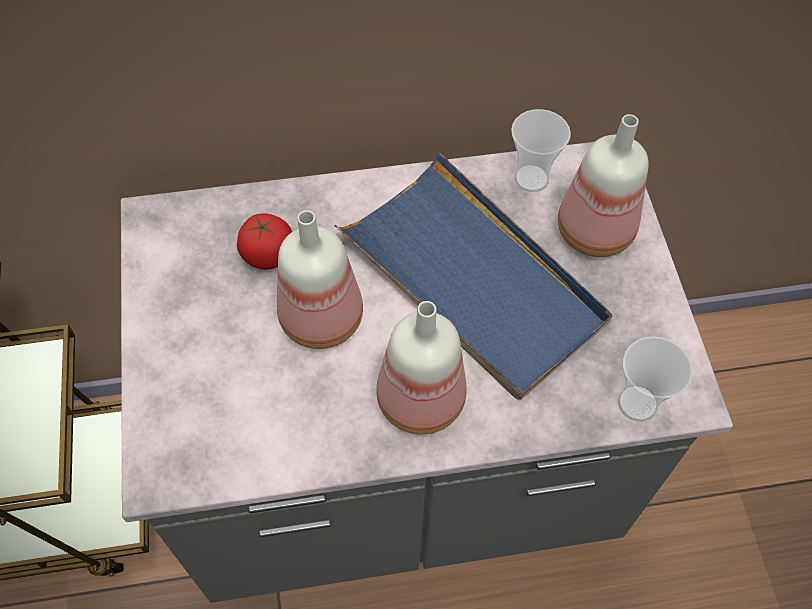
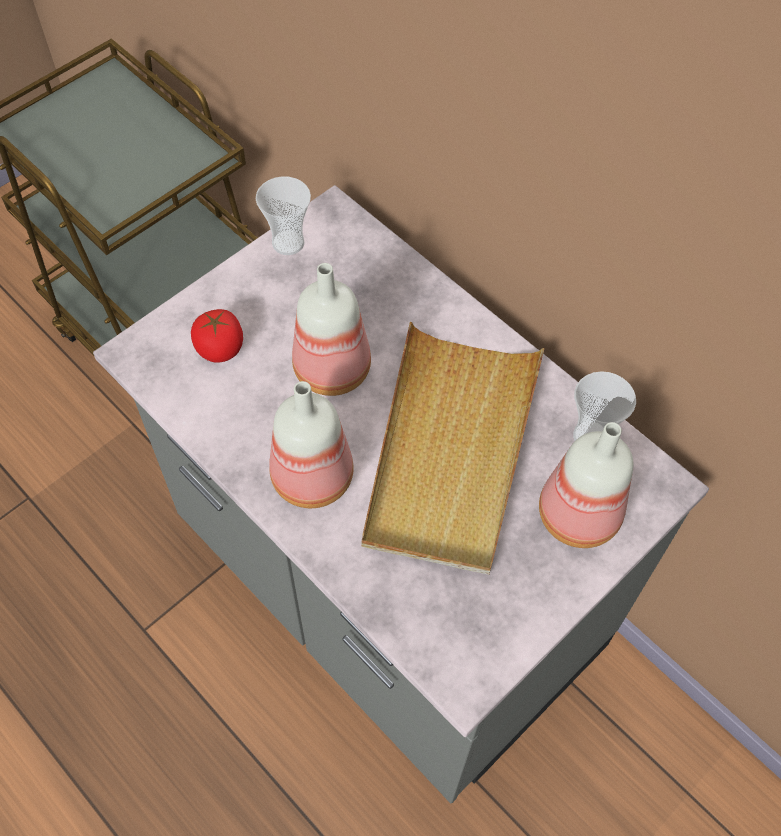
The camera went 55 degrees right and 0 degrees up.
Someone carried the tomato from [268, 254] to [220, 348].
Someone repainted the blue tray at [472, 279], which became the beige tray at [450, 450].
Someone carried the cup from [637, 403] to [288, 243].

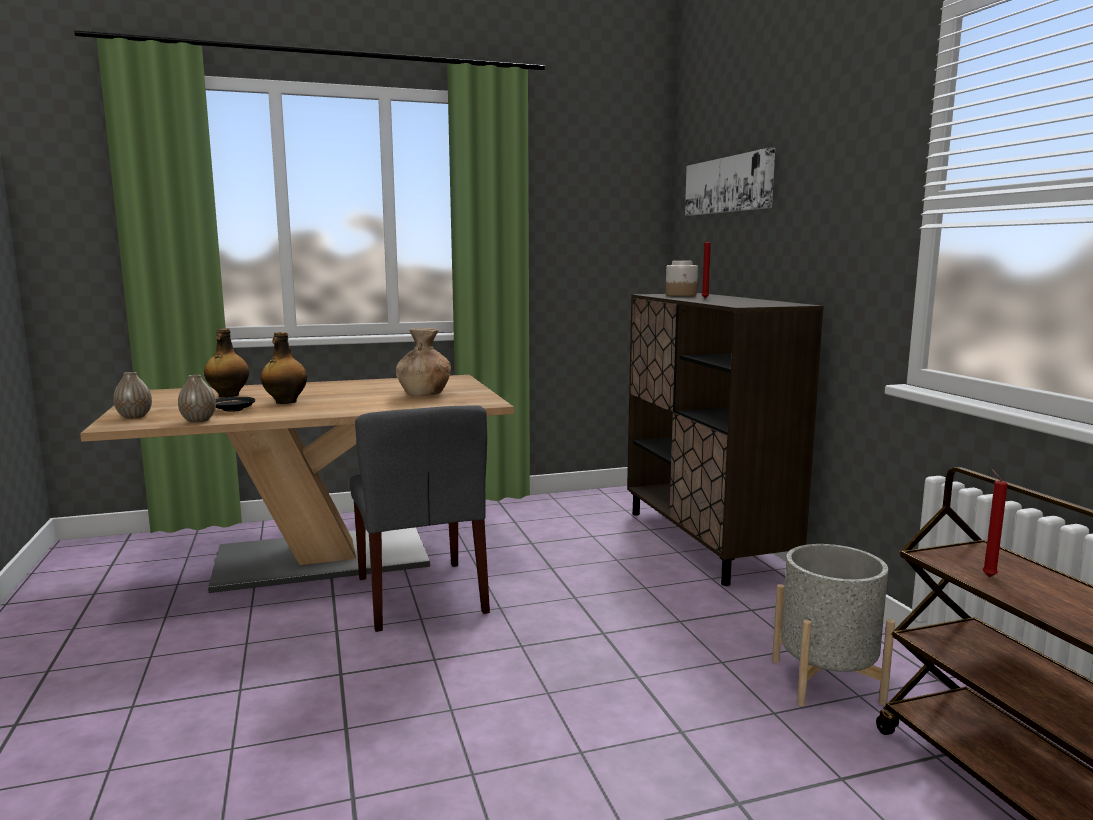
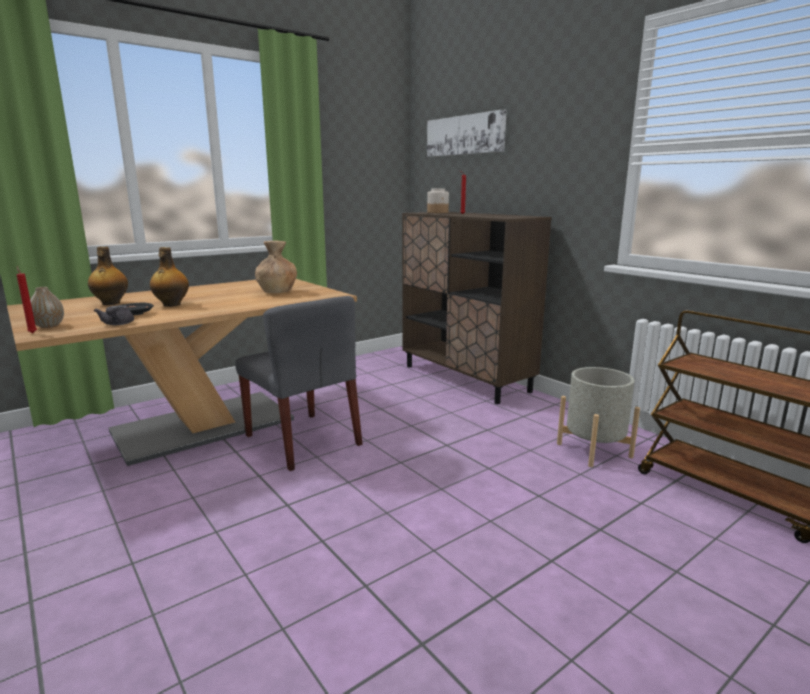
The camera went 20 degrees left and 5 degrees up.
Someone swapped the vase at [198, 420] for the grey teapot at [117, 324].
Someone carried the red candle from [987, 576] to [32, 333].

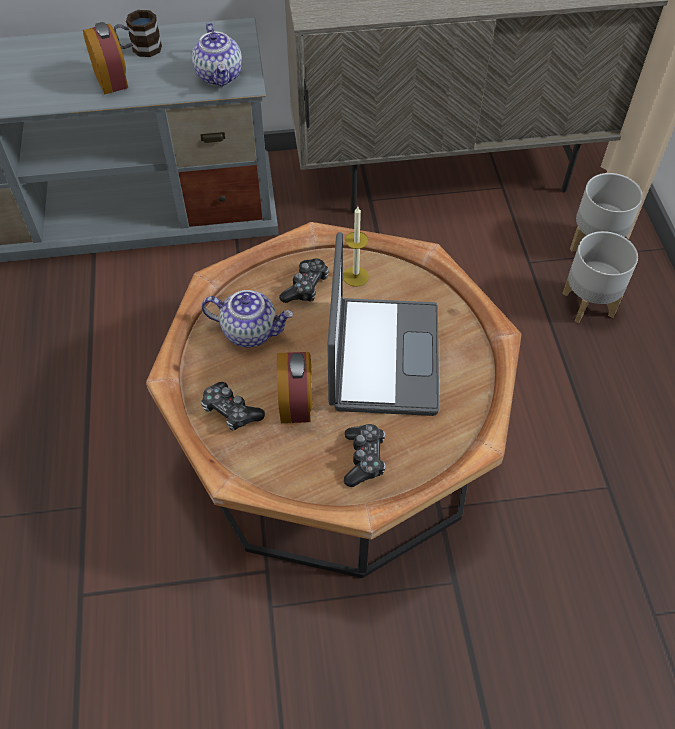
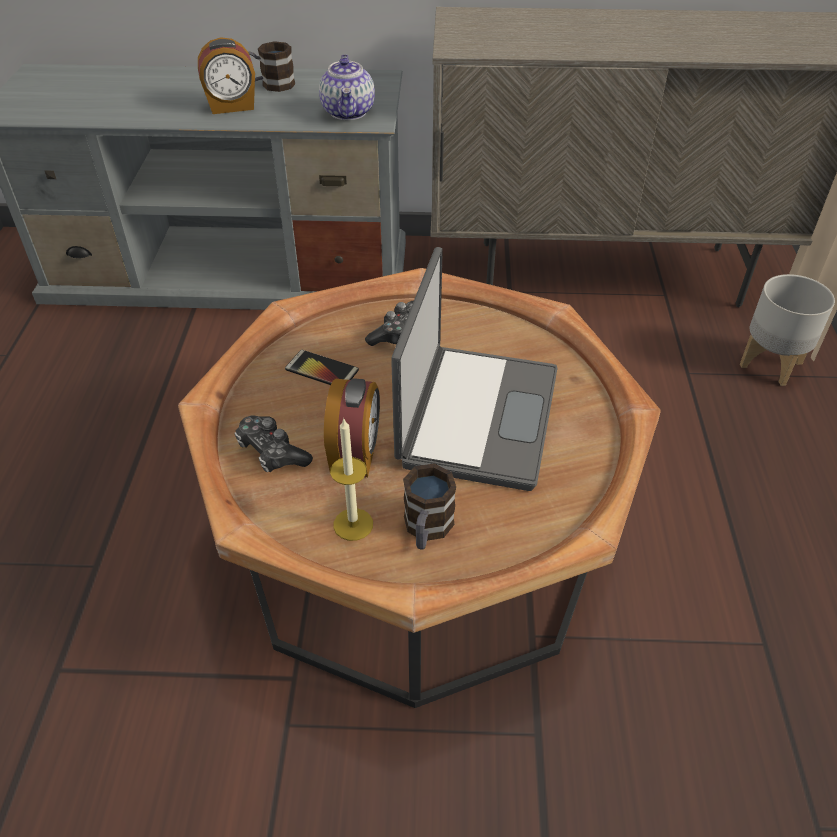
The camera went 10 degrees right and 10 degrees down.
Someone rotated the alarm clock at [112, 80] by 90 degrees clockwise.
Someone swapped the teapot at [250, 331] for the phone at [322, 370].
Someone carried the candle from [355, 276] to [353, 524].
Someone swapped the game controller at [364, 459] for the mug at [426, 529].
Someone took away the grey planter at [588, 305].

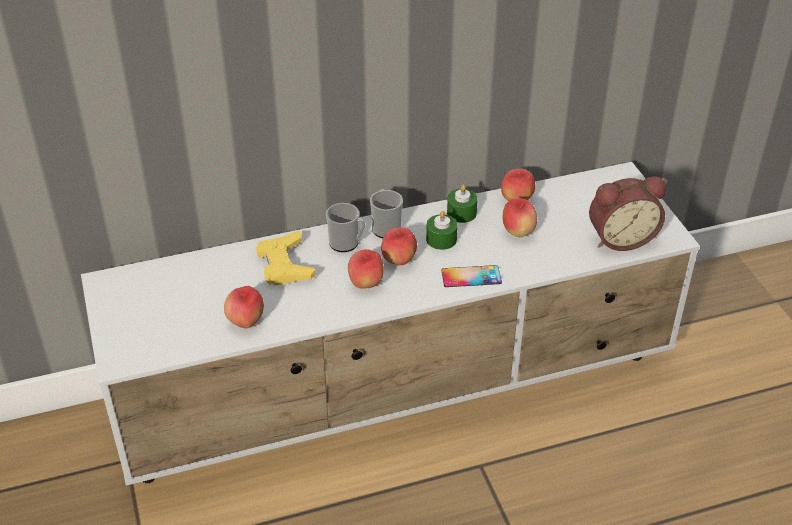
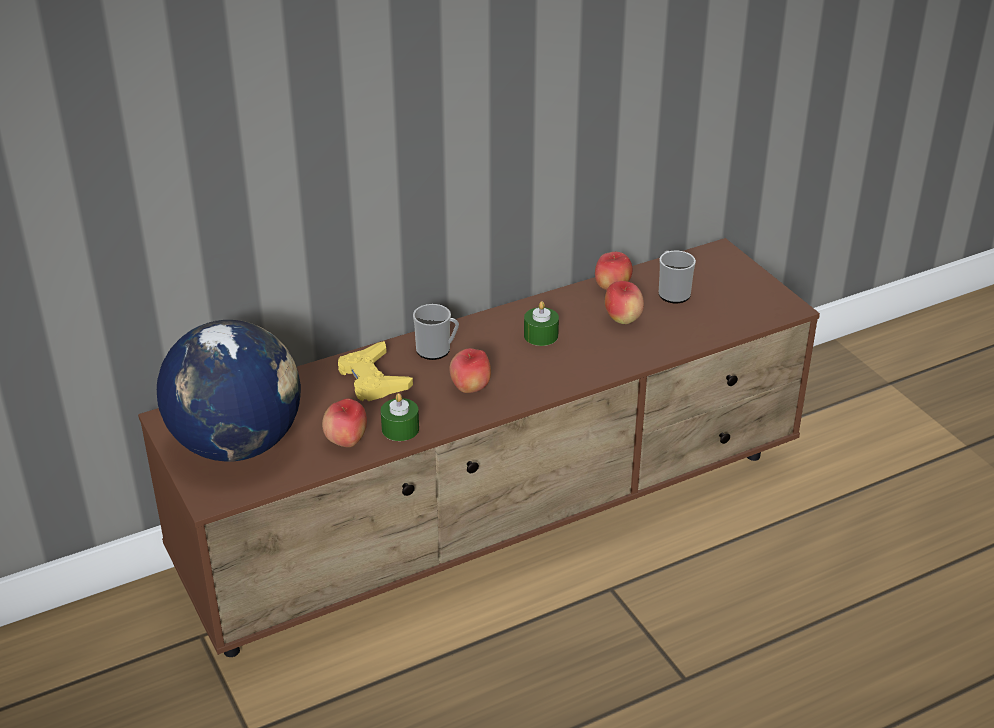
The camera went 10 degrees left and 5 degrees down.
Someone repainted the white tv stand at [398, 391], which became the brown tv stand at [500, 524].
Someone carried the mug from [385, 227] to [672, 292].
Someone took away the apple at [398, 261].
Someone took away the phone at [471, 276].
Someone carried the green candle from [461, 213] to [400, 429].
Someone took away the alarm clock at [620, 238].
Someone put down the globe at [237, 444].

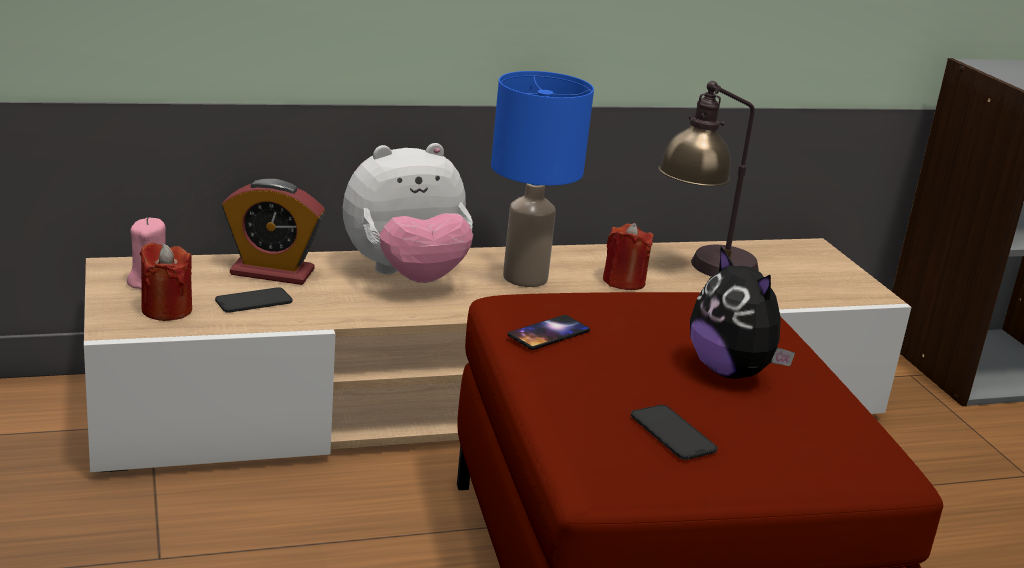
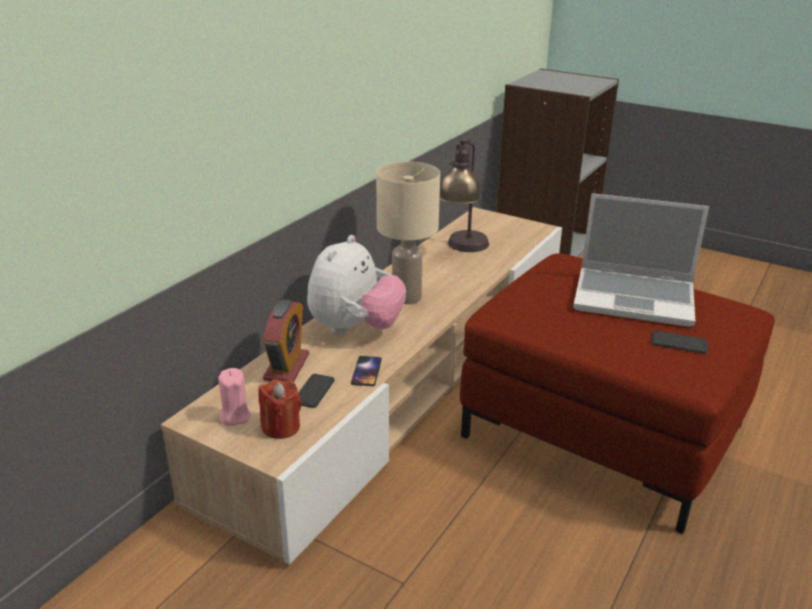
The camera went 40 degrees left and 5 degrees up.
Someone rotated the alarm clock at [272, 272] by 45 degrees counterclockwise.
Someone repainted the blue table lamp at [526, 278], which became the beige table lamp at [407, 297].
Someone carried the phone from [549, 333] to [366, 371].
Someone took away the red candle at [624, 281].
Someone swapped the plush toy at [731, 372] for the laptop at [635, 298].

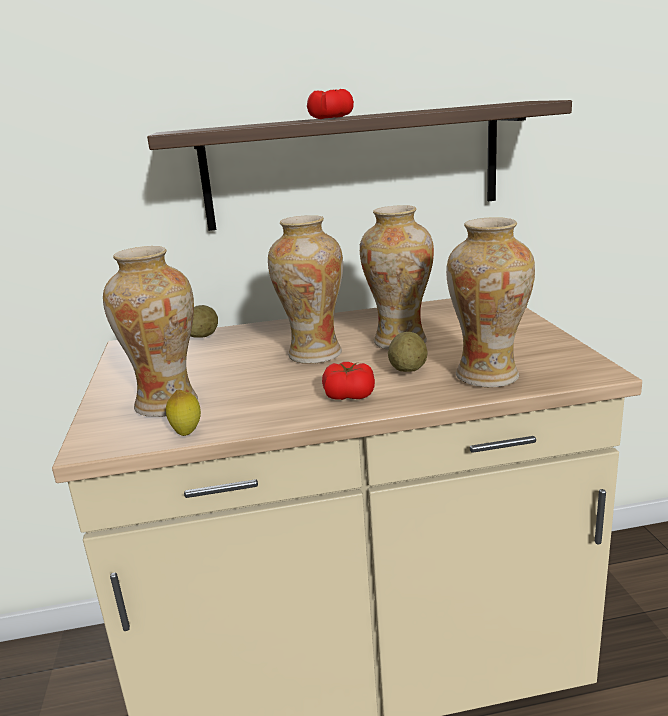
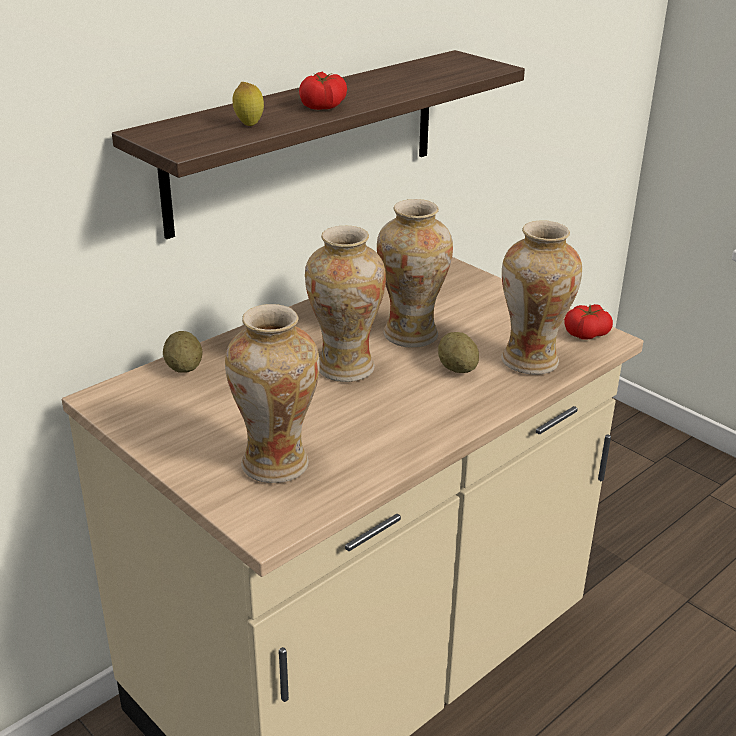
The camera went 35 degrees left and 10 degrees up.
Someone carried the lemon from [187, 433] to [249, 124].
Someone carried the tomato from [349, 395] to [586, 333].

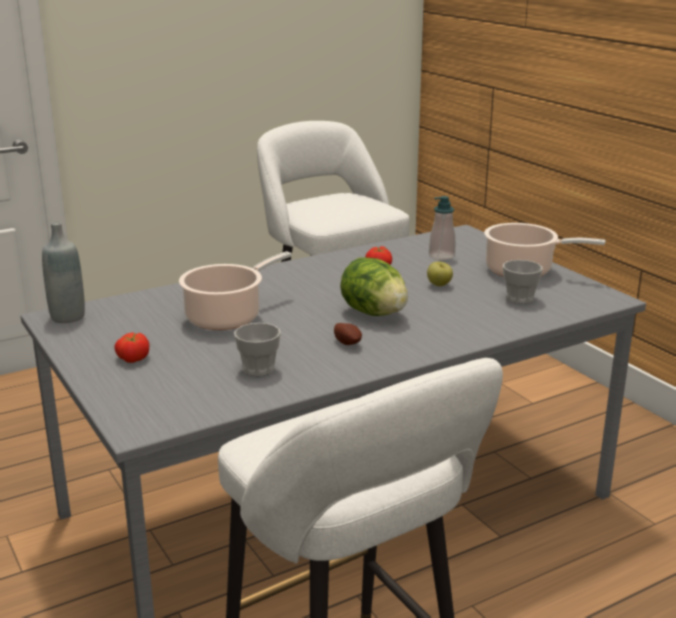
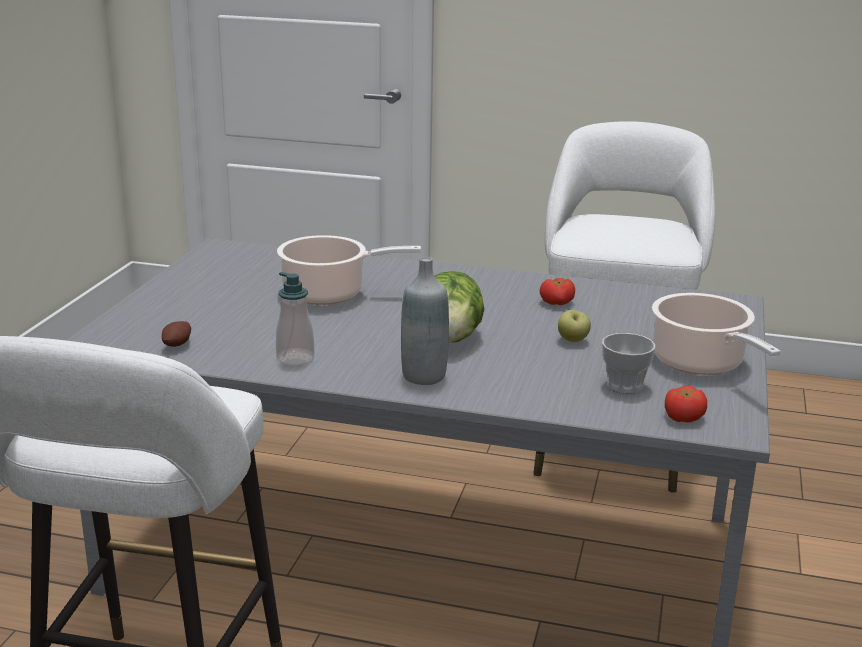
The camera went 45 degrees right and 0 degrees up.
Someone carried the grey bottle from [68, 317] to [424, 376].
Someone carried the tomato from [132, 358] to [682, 417].
Someone took away the cup at [258, 369].
Someone carried the potato from [348, 343] to [178, 345].
Someone carried the soap dispenser from [441, 256] to [295, 358].

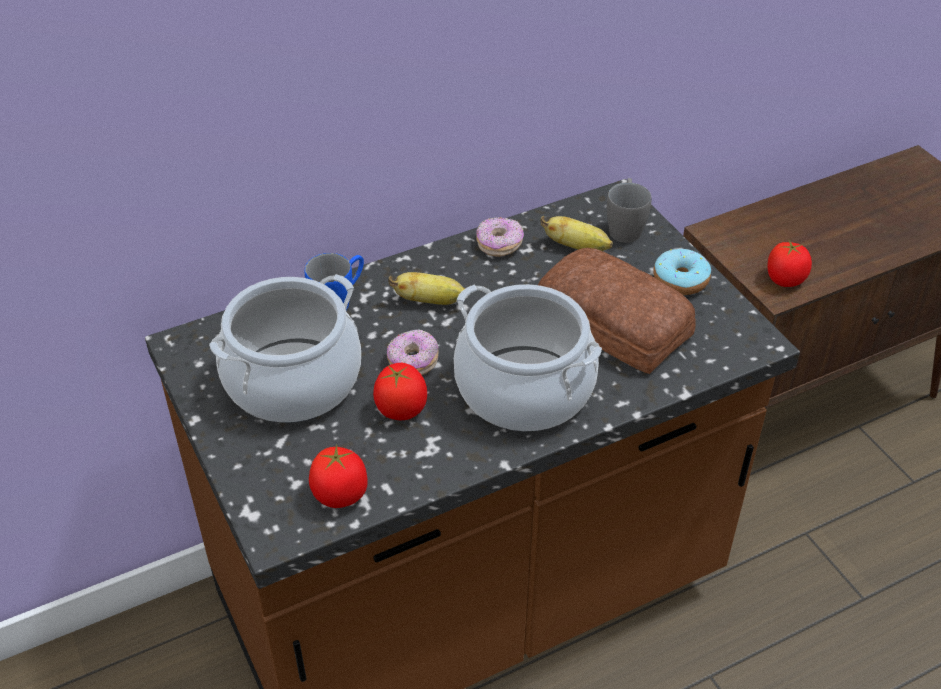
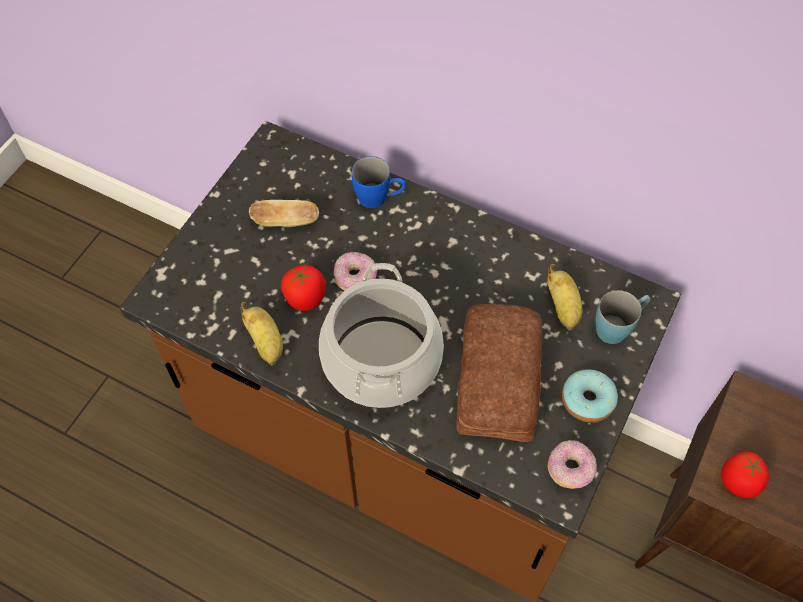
The camera went 55 degrees right and 15 degrees up.
Someone swapped the cooking pot at [292, 380] for the bread at [285, 221].
Someone took away the tomato at [340, 495].
Someone carried the banana from [430, 301] to [266, 342].
Someone carried the donut from [499, 245] to [570, 469].
Someone repainted the grey mug at [625, 227], which became the blue mug at [618, 326].

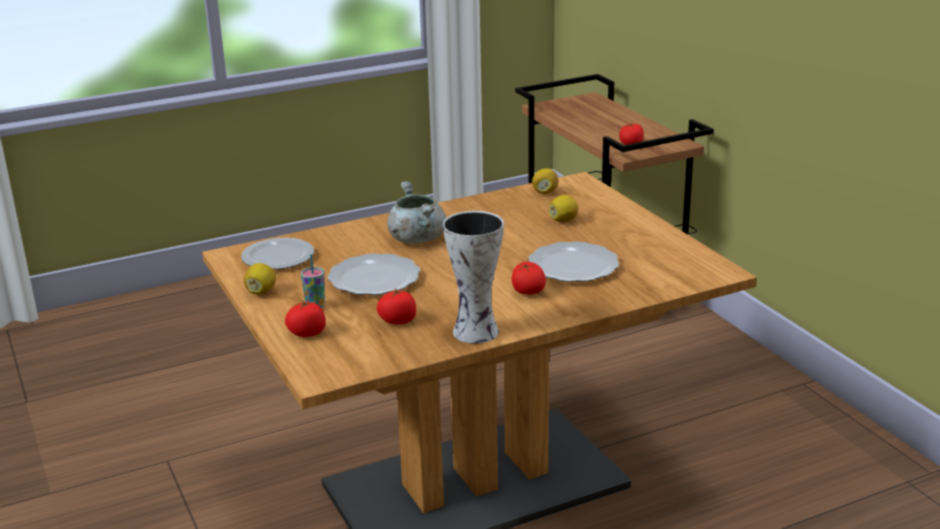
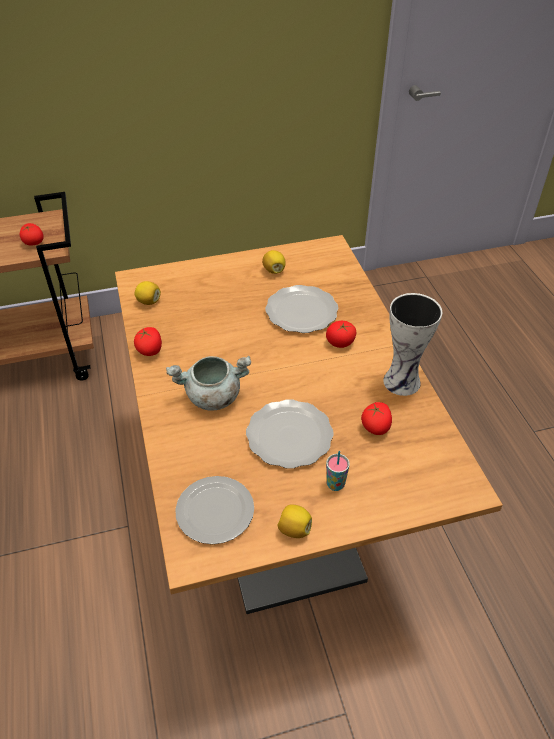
The camera went 80 degrees left and 20 degrees up.
Someone carried the tomato from [307, 333] to [150, 350].
Someone carried the lemon from [563, 220] to [274, 270].

